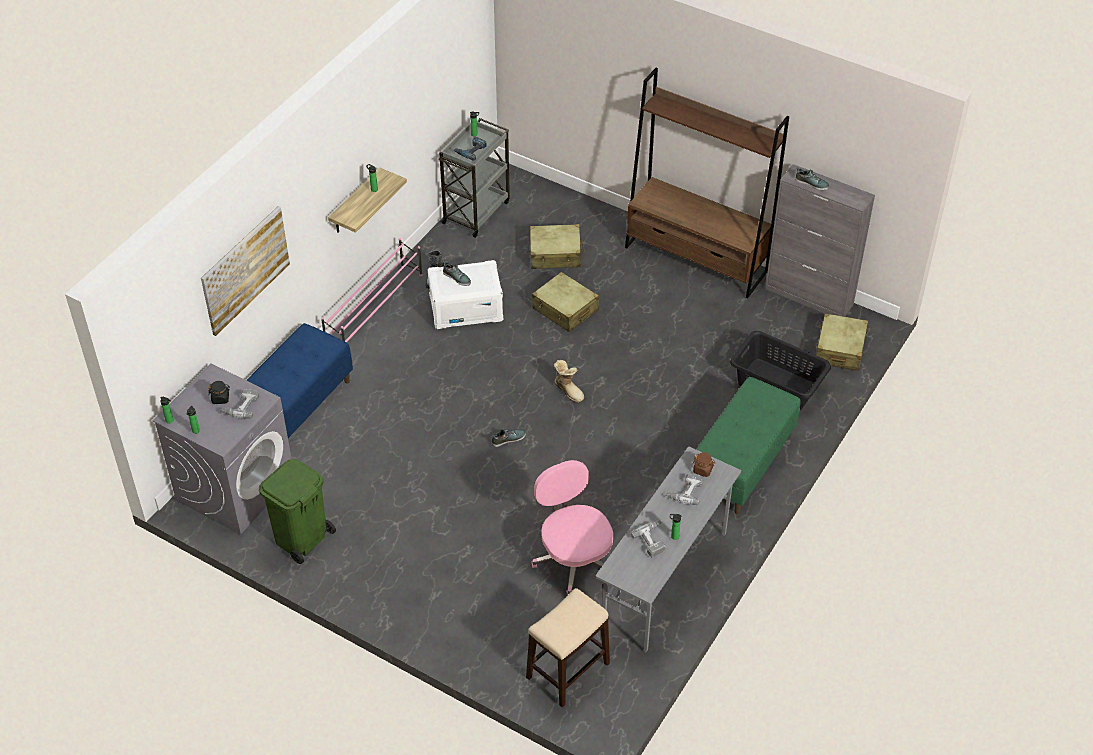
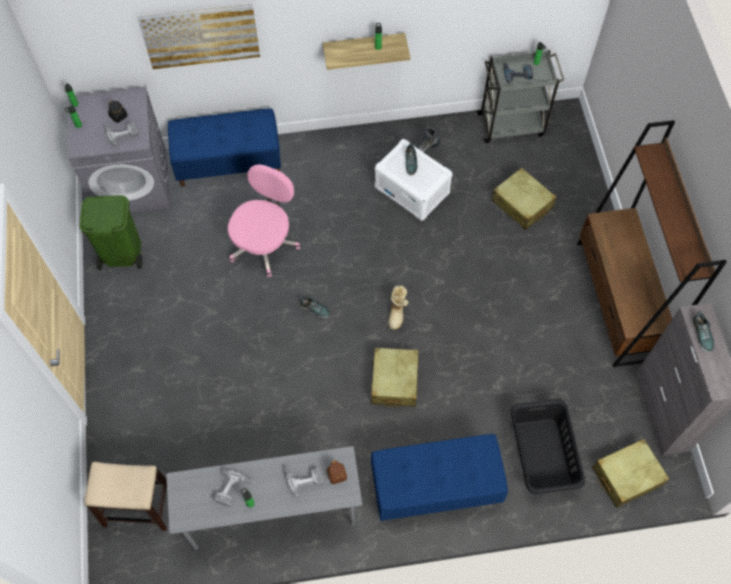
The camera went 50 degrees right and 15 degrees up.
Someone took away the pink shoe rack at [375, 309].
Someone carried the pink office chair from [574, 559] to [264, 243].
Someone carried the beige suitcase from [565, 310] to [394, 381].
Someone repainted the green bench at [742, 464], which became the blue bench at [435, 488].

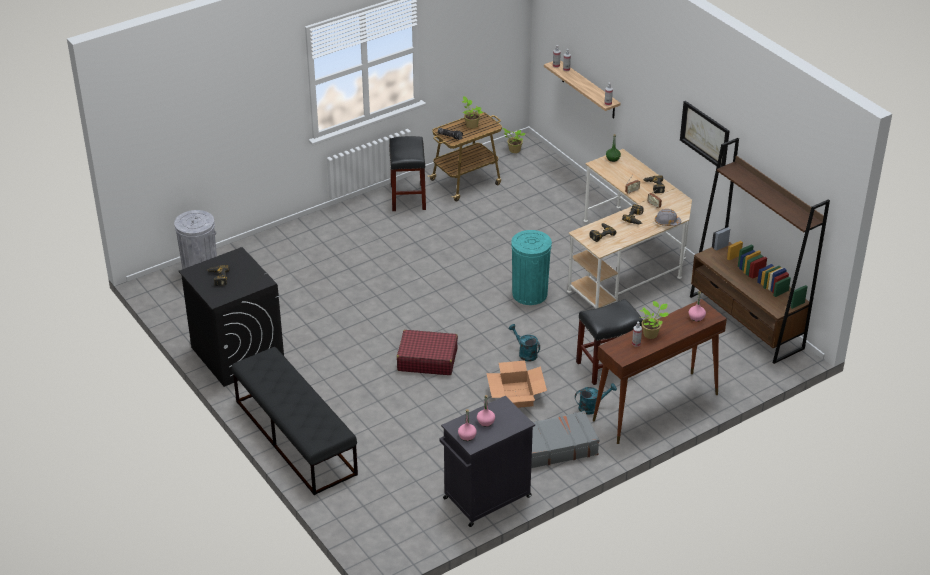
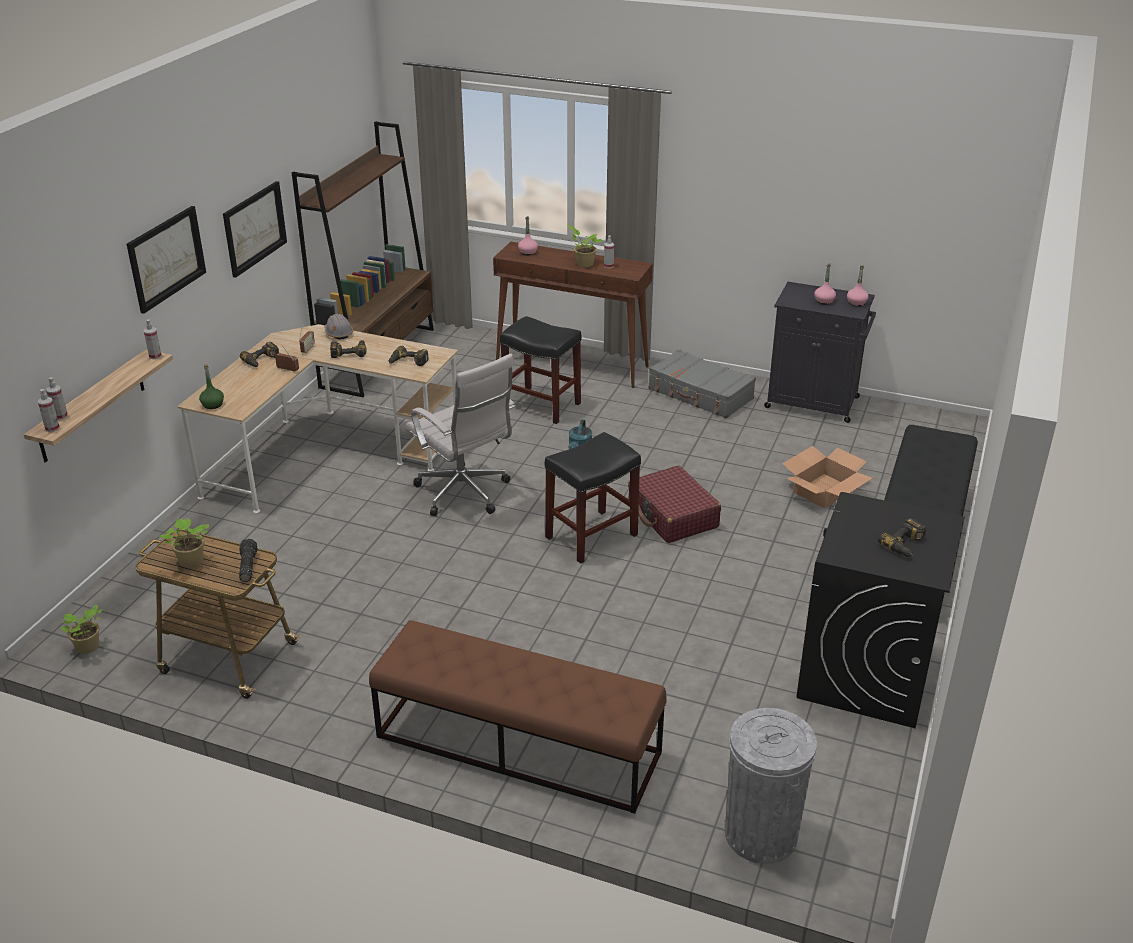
The camera went 125 degrees left and 5 degrees down.
Someone carried the black stool from [407, 197] to [591, 537].
Someone carried the cardboard box from [516, 395] to [824, 491].
Someone swapped the turquoise trash can at [529, 294] for the white office chair at [465, 494].
Someone took away the turquoise watering can at [592, 407].
Someone put up the picture at [166, 258].
Someone put down the brown bench at [517, 744].

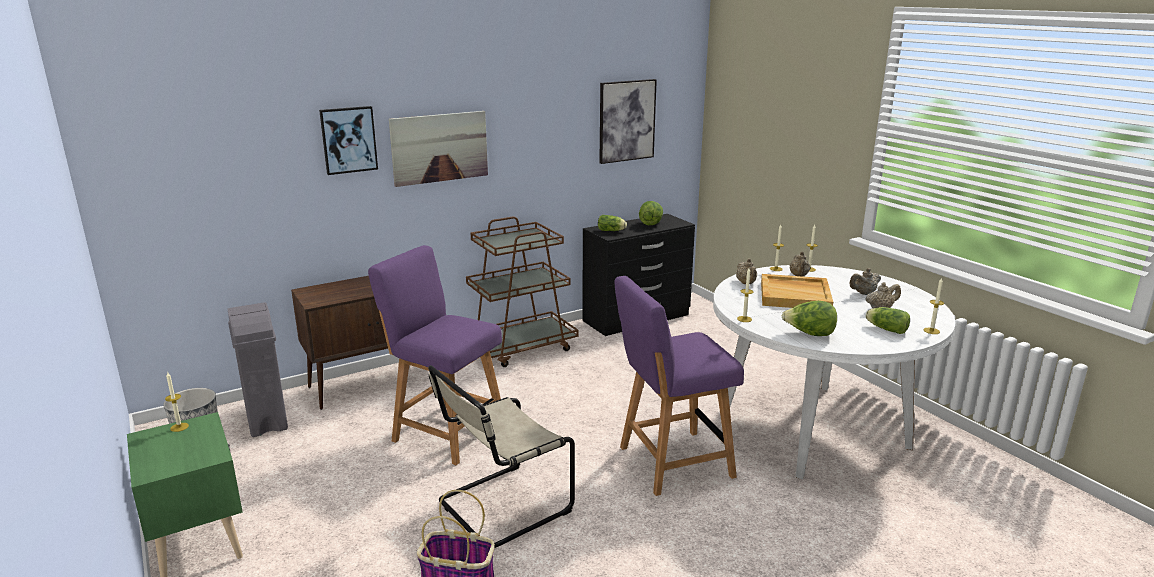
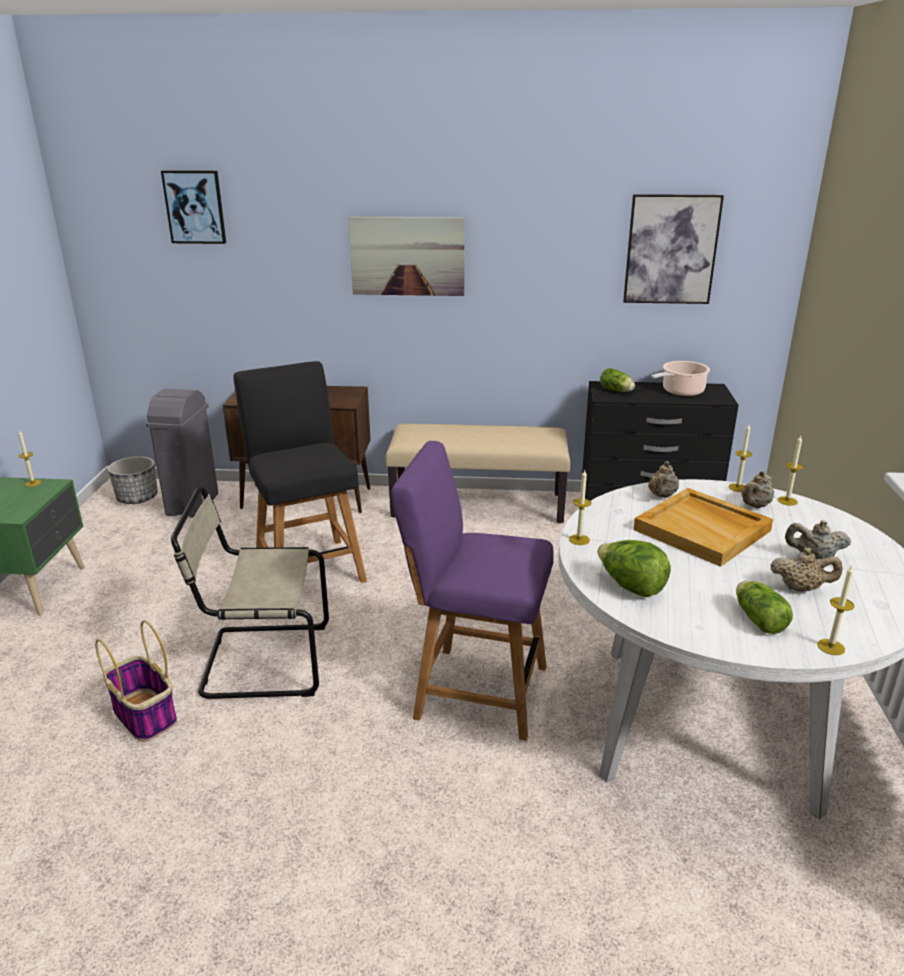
The camera went 35 degrees right and 5 degrees up.
Someone carried the picture from [348, 140] to [195, 207].
Someone repainted the purple chair at [445, 431], which became the black chair at [308, 567].
Someone swapped the brown cart at [520, 348] for the beige bench at [478, 505].
Someone swapped the lettuce at [651, 223] for the cooking pot at [681, 391].

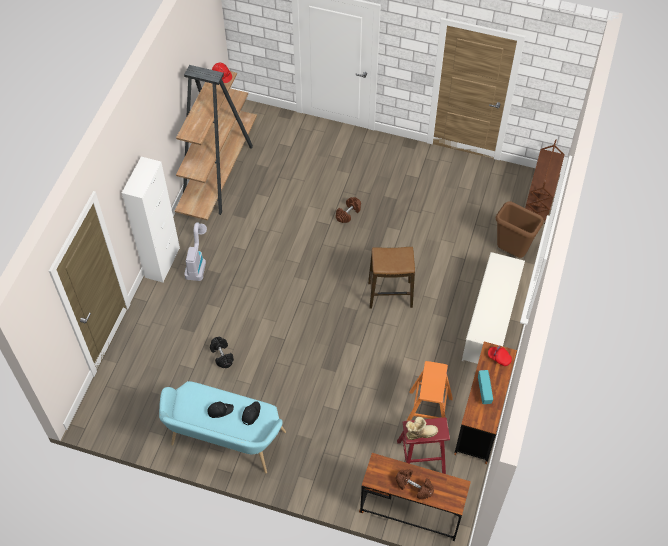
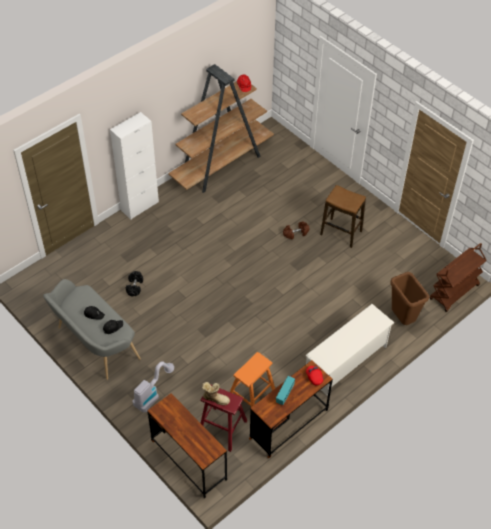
The camera went 30 degrees right and 5 degrees down.
Someone repainted the turquoise bench at [224, 442], which became the grey bench at [94, 344].
Someone carried the vacuum cleaner from [197, 262] to [152, 394].
Someone carried the stool from [390, 295] to [341, 233].
Someone took away the brown dumbbell at [414, 486].

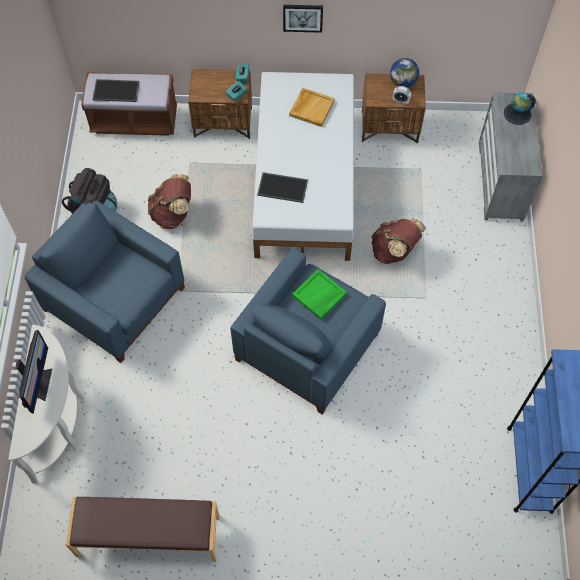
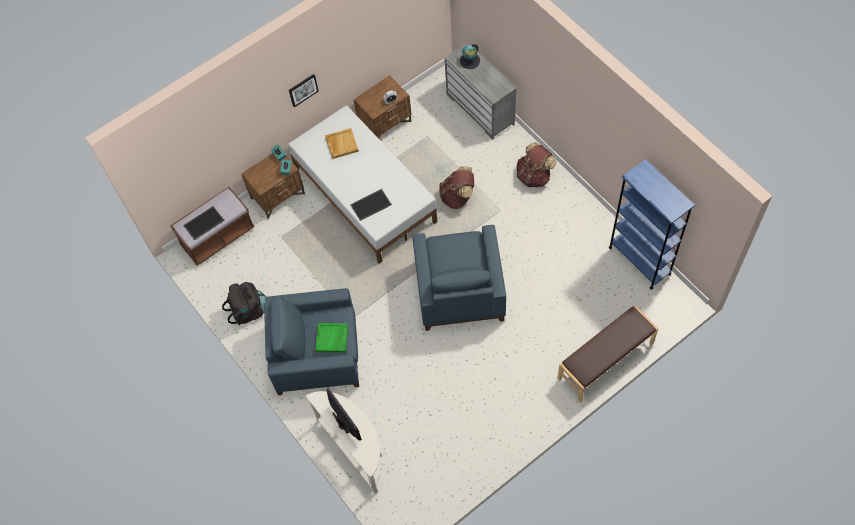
The camera went 35 degrees left and 0 degrees up.
Someone carried the brown bench from [148, 536] to [606, 361].
Someone carried the brown backpack from [173, 214] to [534, 176].
Someone carried the green tray from [319, 295] to [332, 338].
Someone took away the globe at [403, 82].

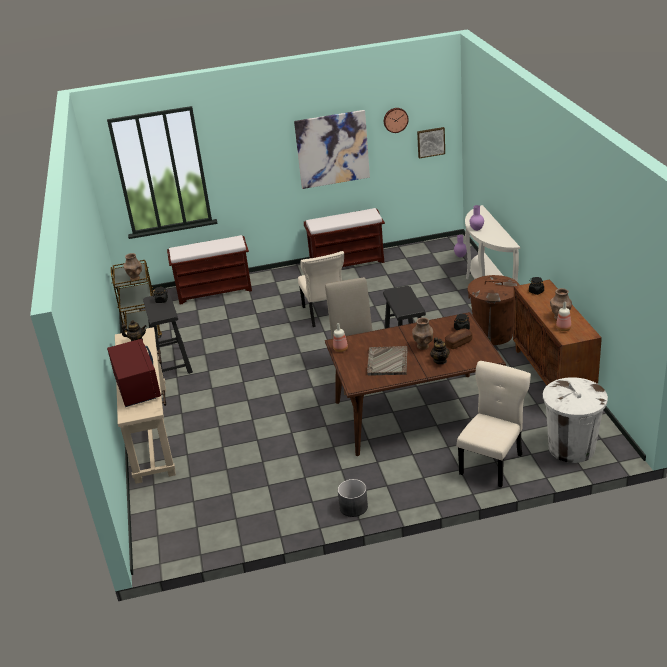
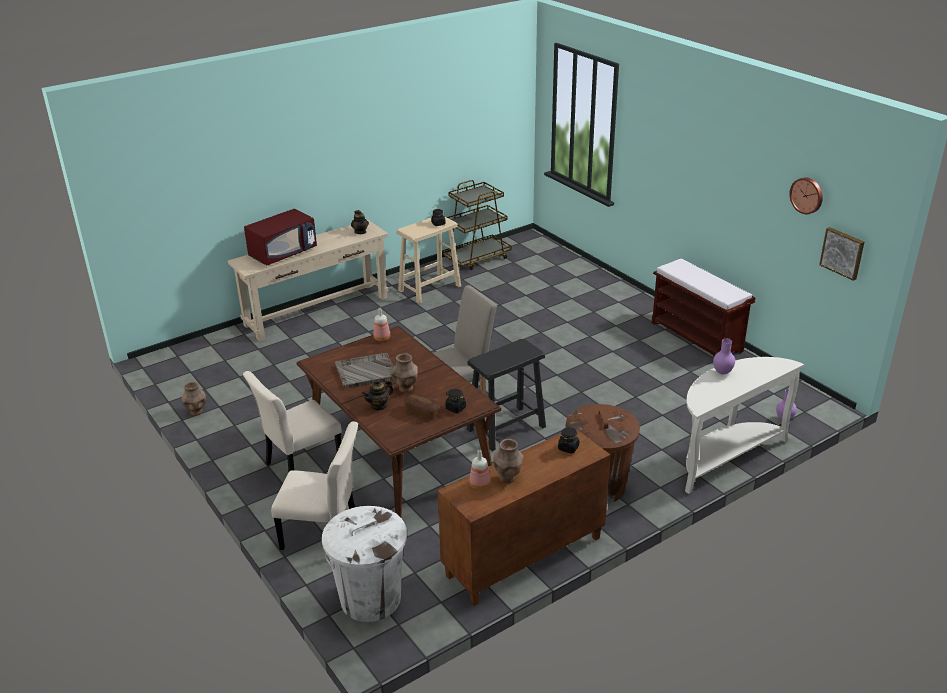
The camera went 65 degrees right and 0 degrees up.
Someone carried the brown vase from [135, 278] to [196, 412].
Someone repainted the black stool at [171, 363], which became the beige stool at [430, 288].
Someone took away the brown bench at [215, 291].
Someone took away the picture at [332, 149].
Someone carried the beige chair from [324, 314] to [300, 465].
Someone took away the grey planter at [353, 507].

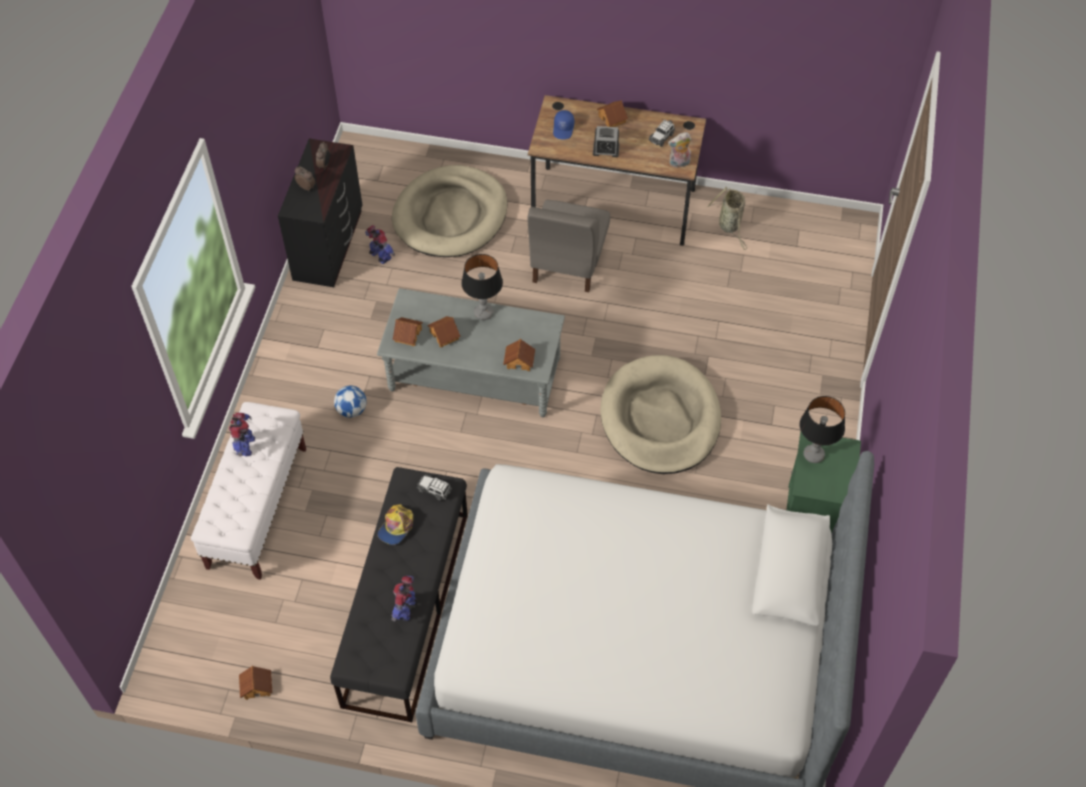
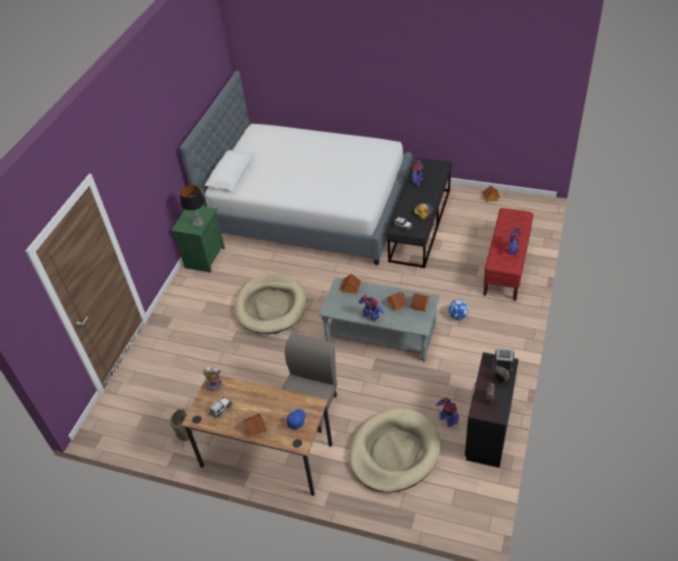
The camera went 170 degrees left and 10 degrees down.
Someone repainted the white bench at [257, 507], which became the red bench at [506, 267].
Someone swapped the table lamp at [484, 313] for the toy robot at [371, 316].
Someone carried the alarm clock from [606, 149] to [503, 365].

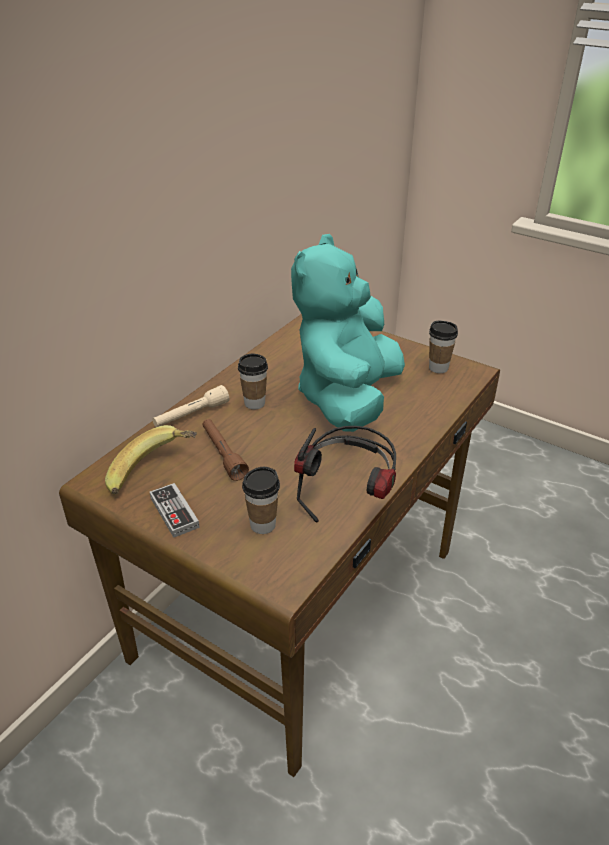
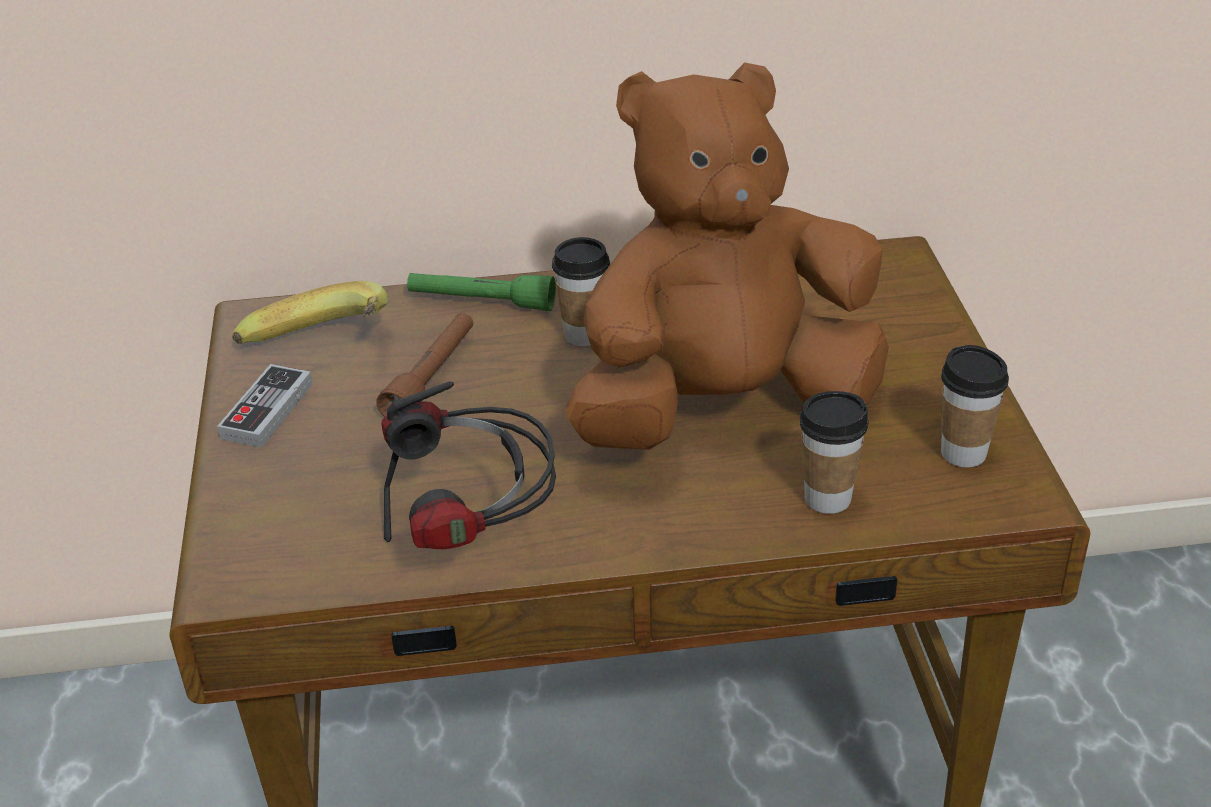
The camera went 50 degrees right and 0 degrees up.
Someone repainted the beige flashlight at [191, 415], which became the green flashlight at [481, 302].
Someone carried the cup from [263, 525] to [827, 498].
Someone repainted the turquoise plush toy at [347, 398], which became the brown plush toy at [723, 408].

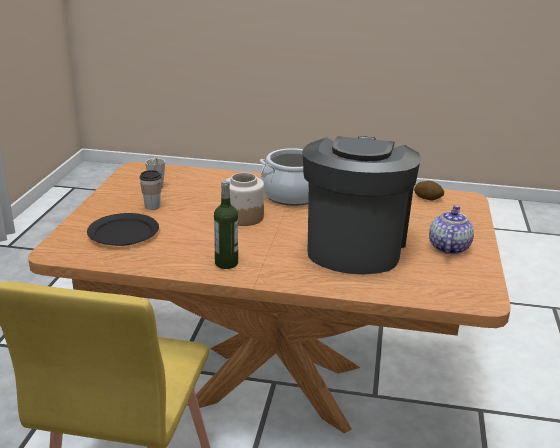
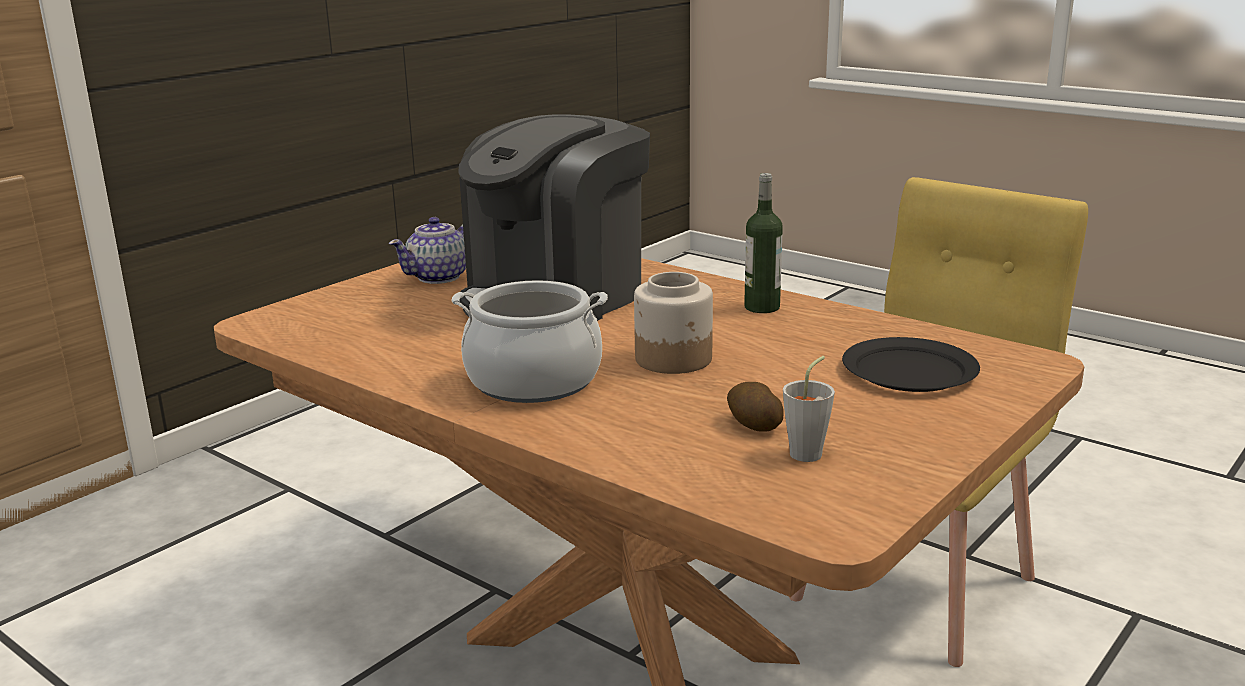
The camera went 150 degrees left and 5 degrees down.
Someone took away the cup at [152, 206].
Someone carried the potato from [428, 198] to [753, 425].

